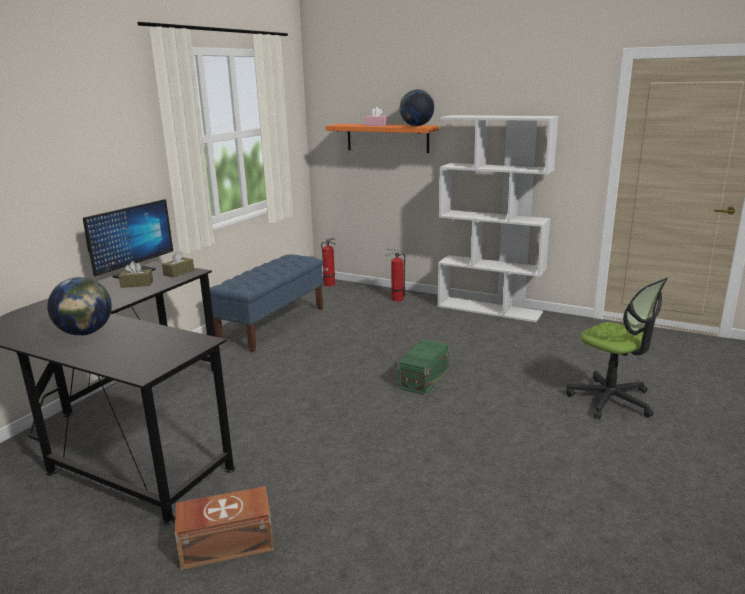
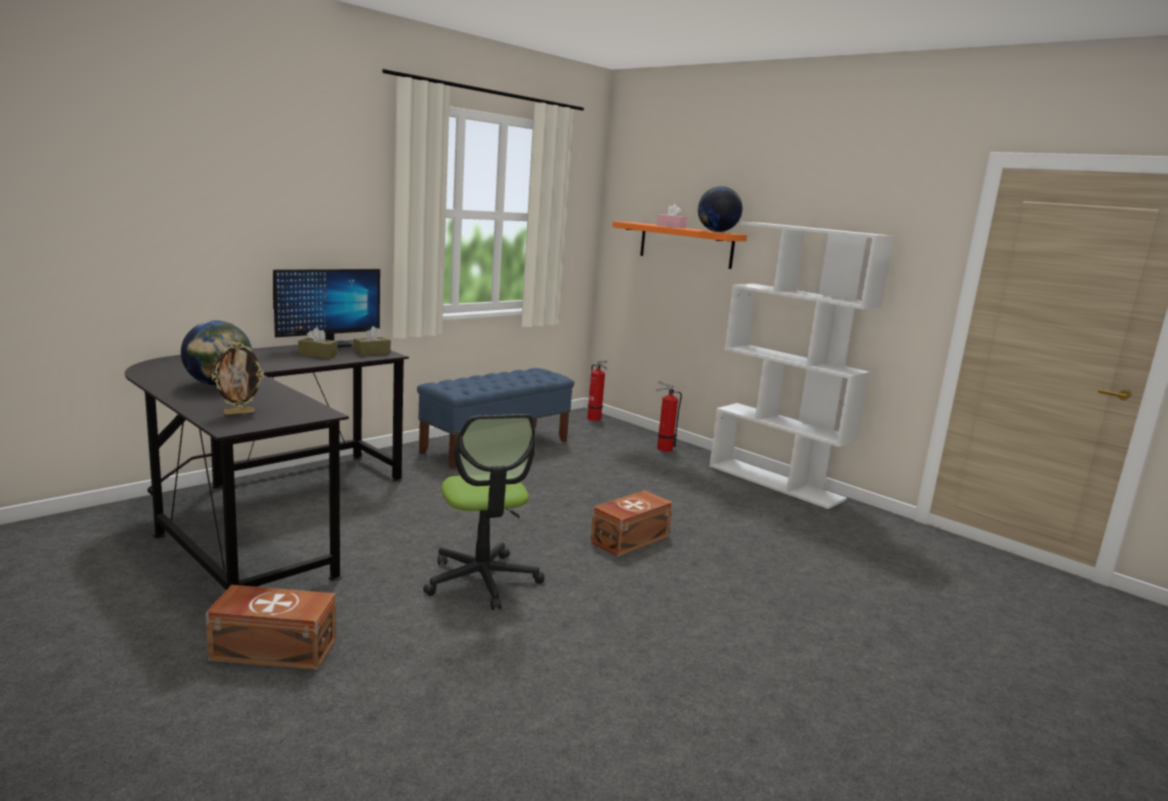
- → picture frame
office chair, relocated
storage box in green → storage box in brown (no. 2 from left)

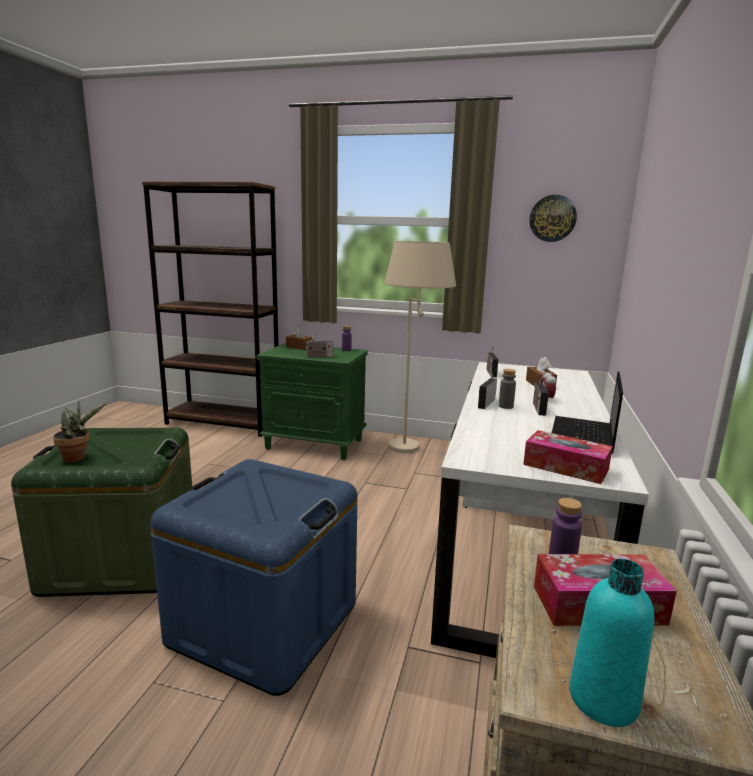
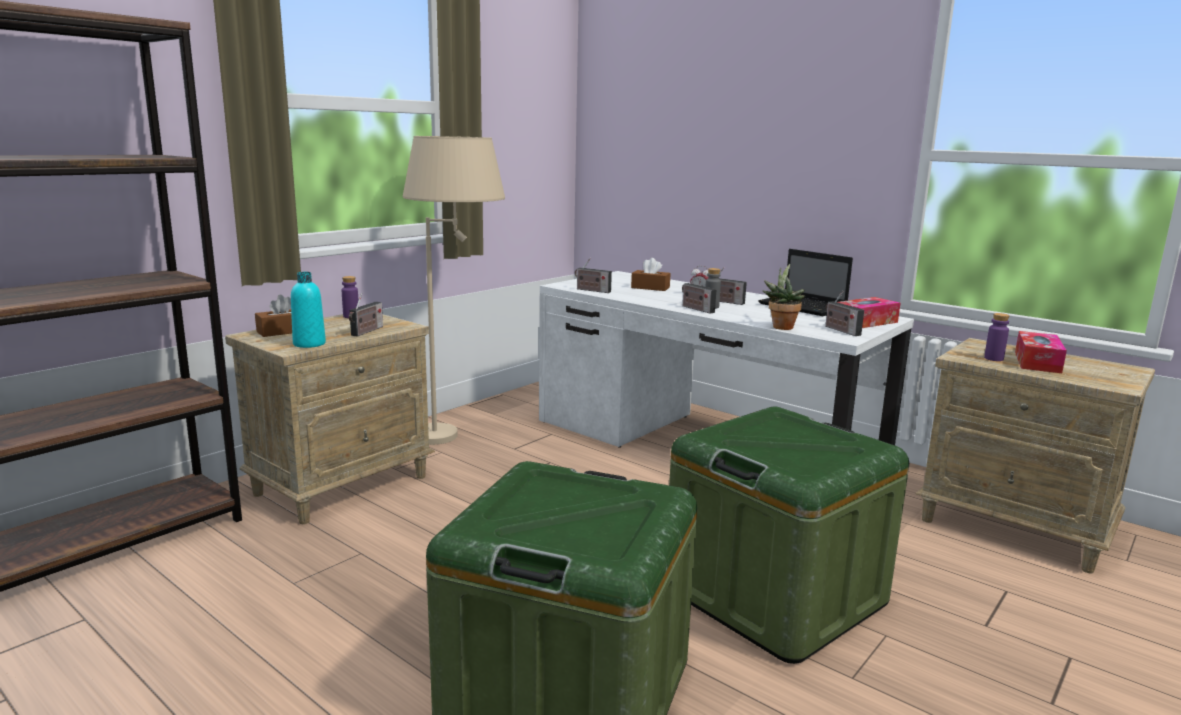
nightstand in green → nightstand in beige (no. 1 from left)
bottle in turquoise, relocated
storage box in blue → storage box in green (no. 2 from left)
potted plant, relocated
- → radio (no. 5 from left)
wall clock → -

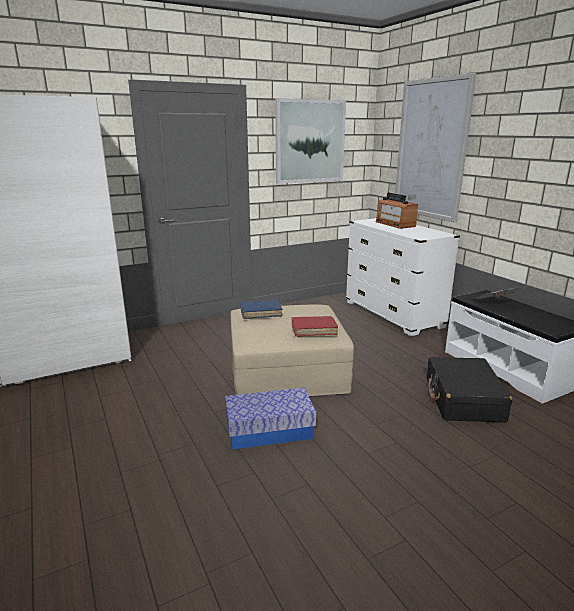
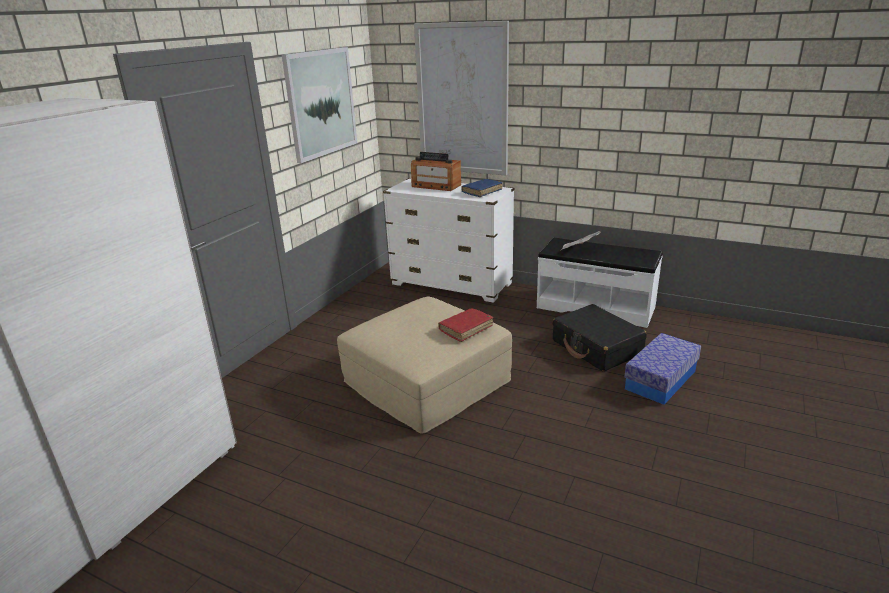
book in blue, relocated
storage box, relocated

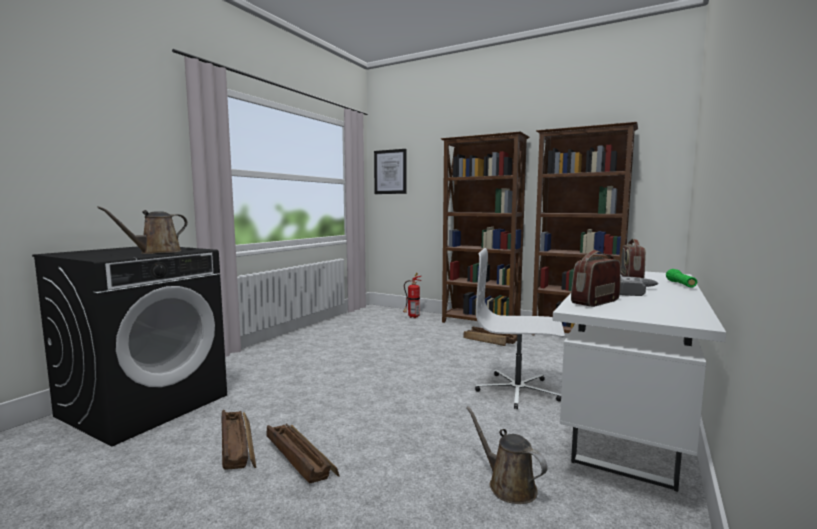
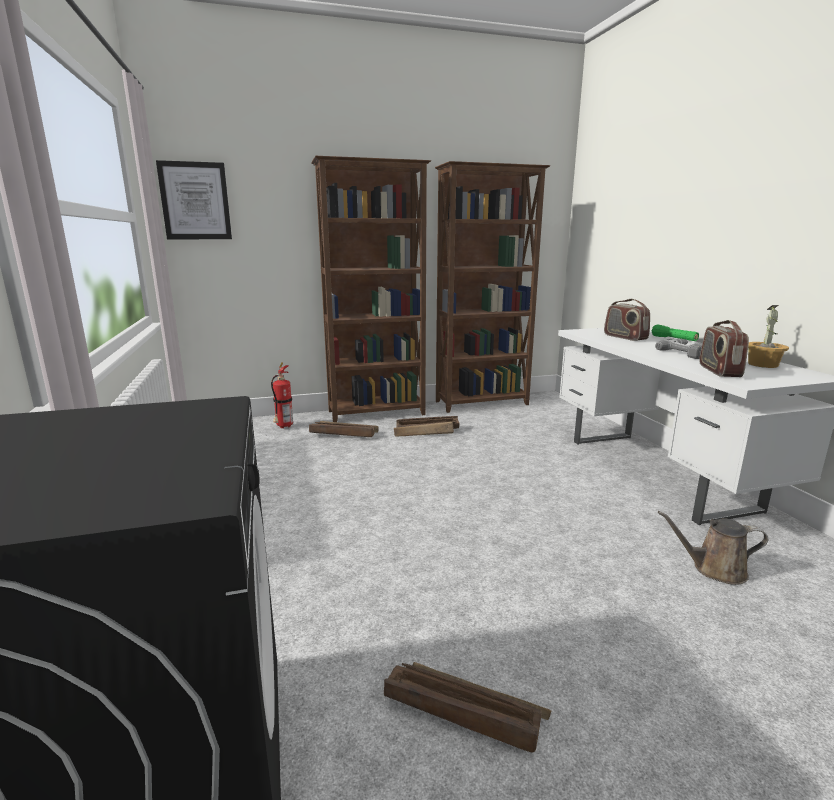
crate (no. 2 from left in the first image) → crate (no. 1 from left), relocated
- → potted plant
watering can in brown (no. 1 from left) → -
office chair in white → -

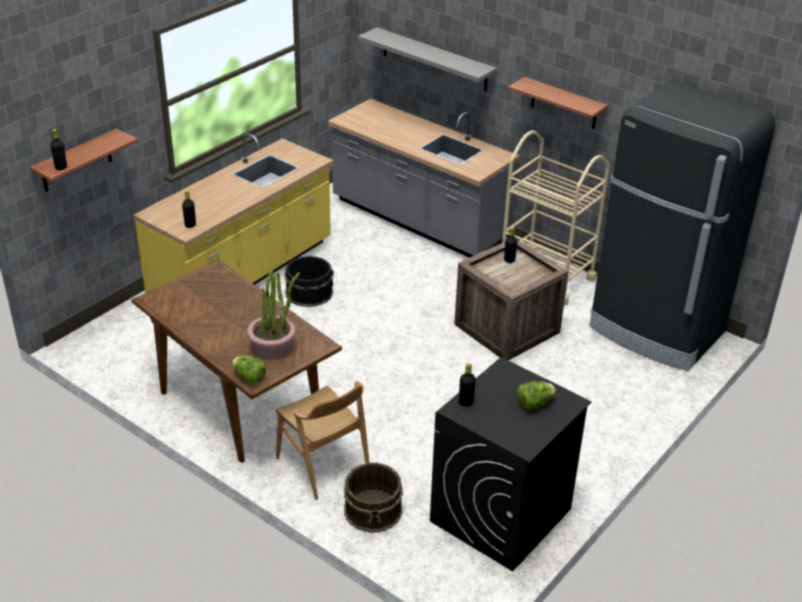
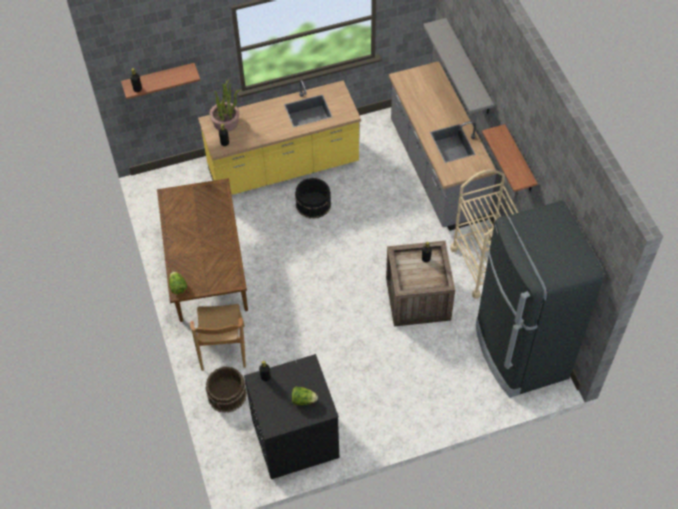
potted plant, relocated

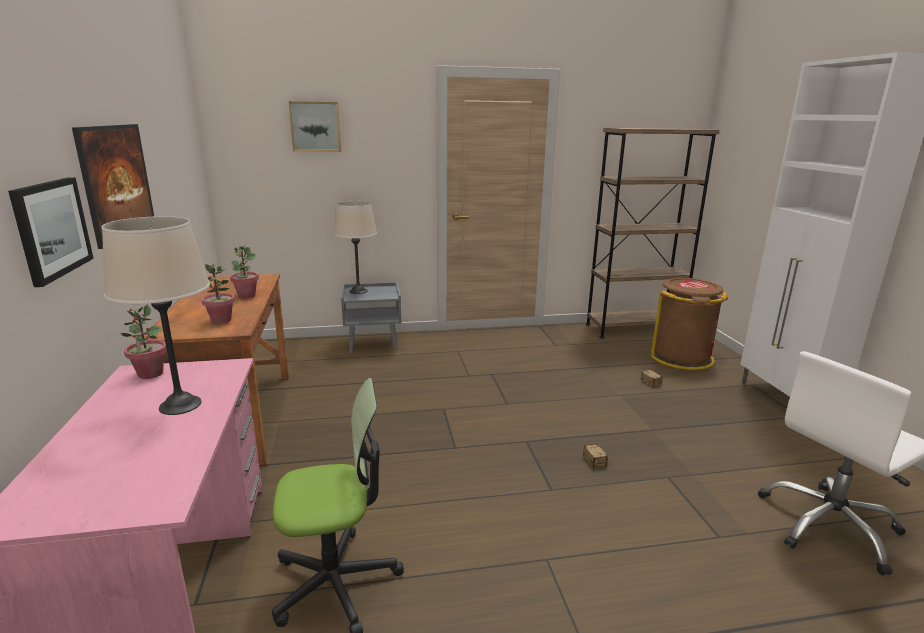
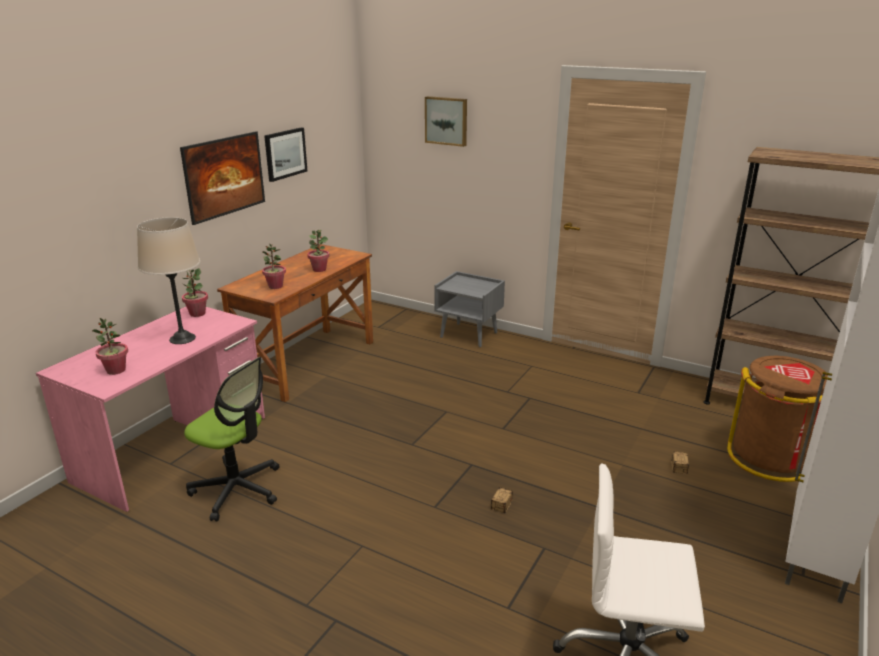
- → potted plant (no. 1 from left)
picture (no. 1 from left in the first image) → picture (no. 2 from left), relocated
table lamp in beige (no. 2 from left) → -

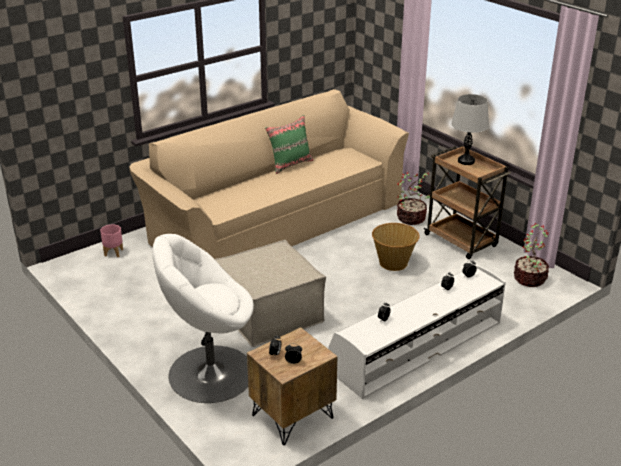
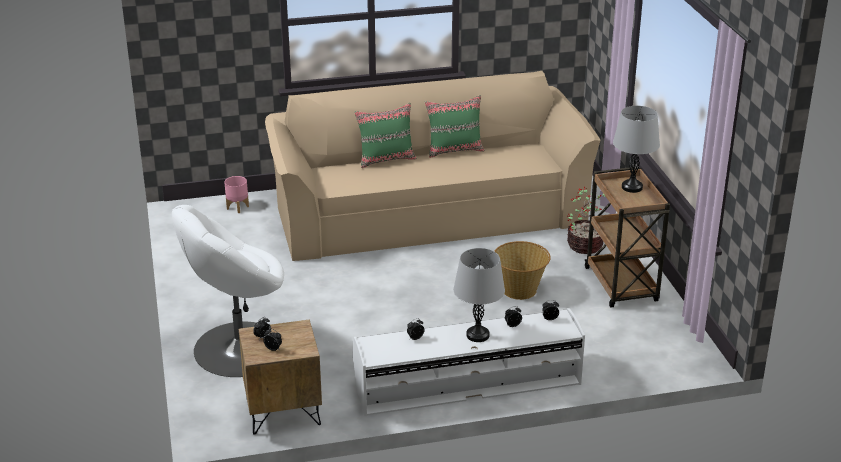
armchair in white, 45 degrees counterclockwise
- → pillow in green (no. 1 from left)
- → table lamp in grey (no. 1 from left)
ottoman in beige → -
potted plant (no. 2 from left) → -

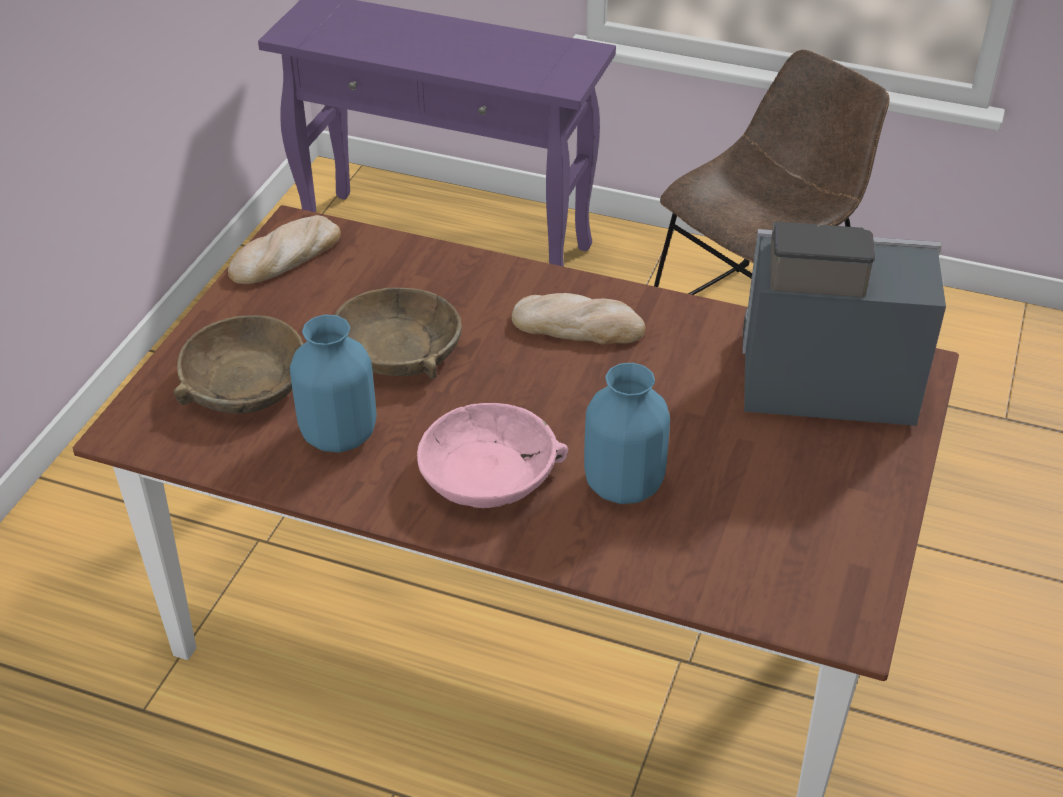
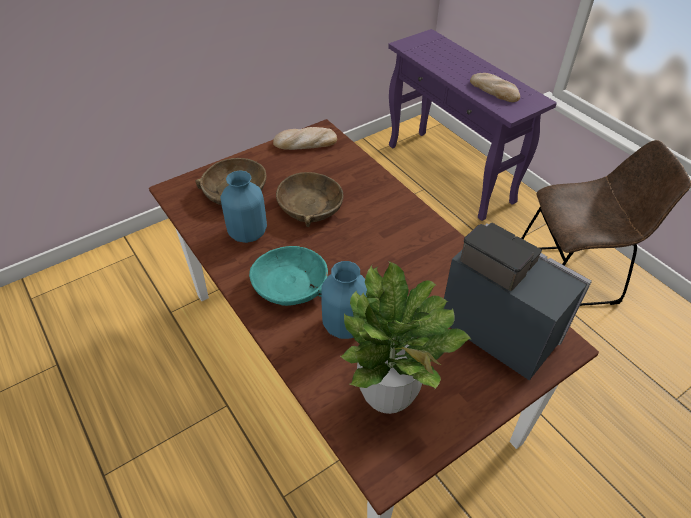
bowl in pink → bowl in turquoise
- → potted plant
bread (no. 2 from left), relocated

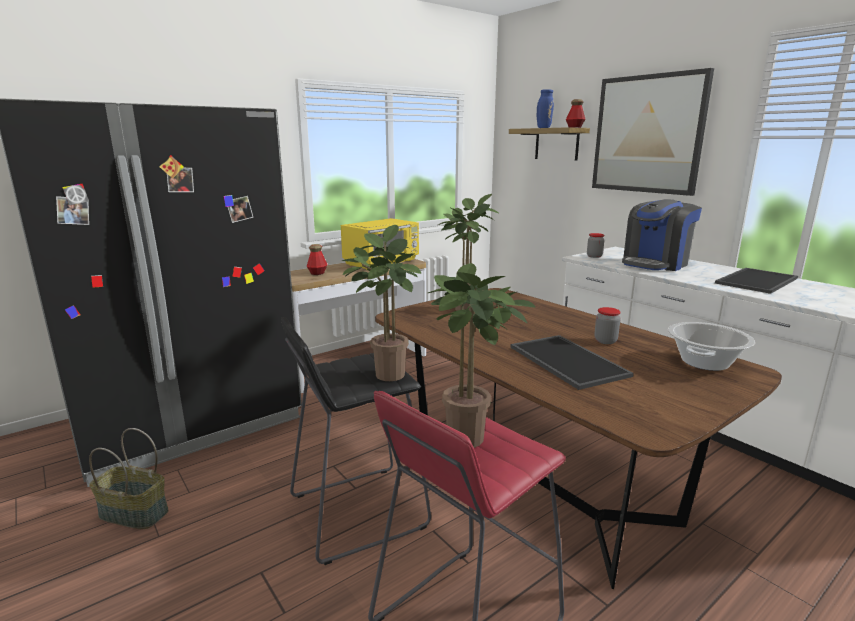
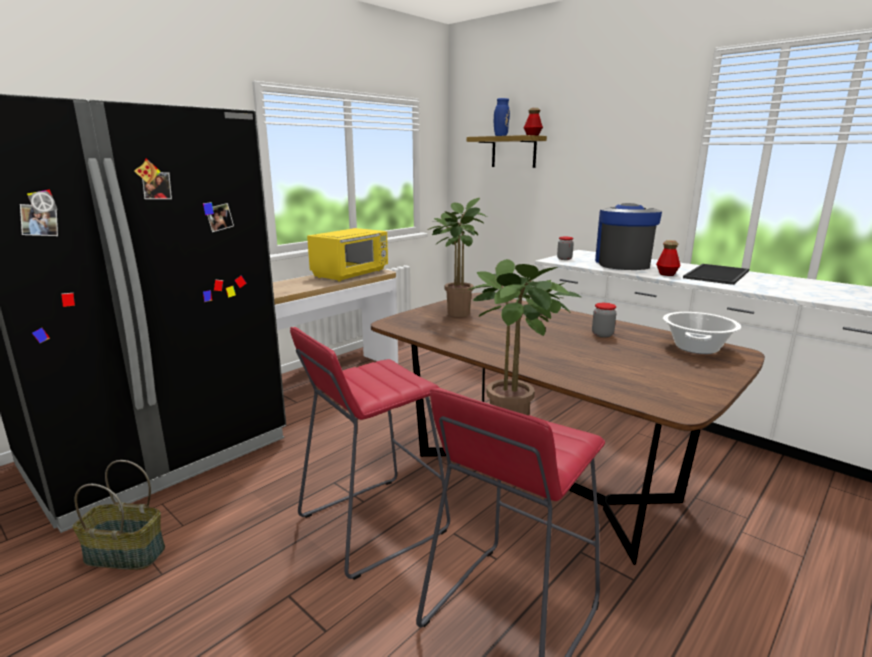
stool in black → stool in red (no. 1 from left)
coffee machine, 150 degrees clockwise
bottle (no. 1 from left in the first image) → bottle (no. 2 from left), relocated
potted plant (no. 1 from left) → -
tray (no. 1 from left) → -
picture → -

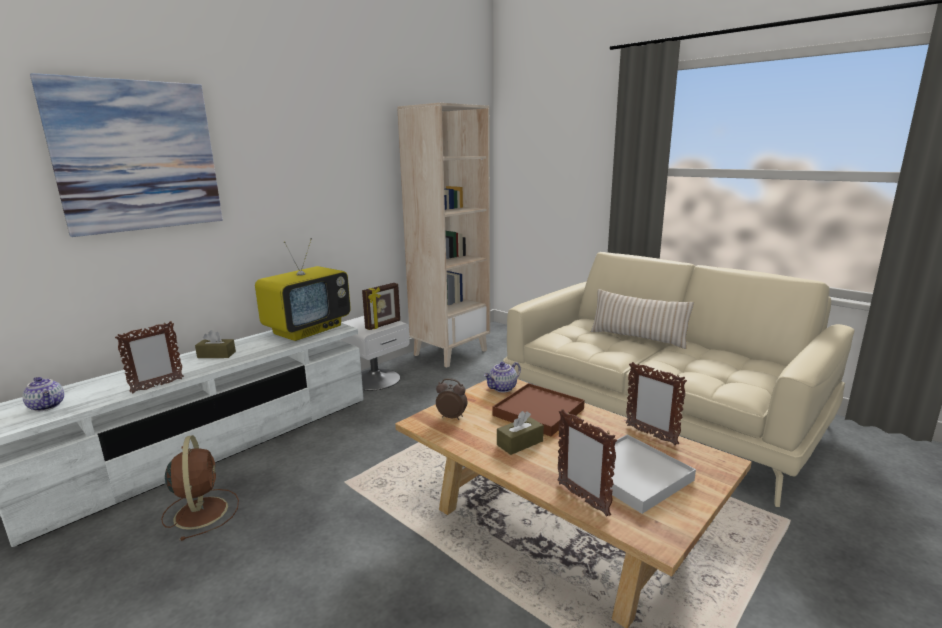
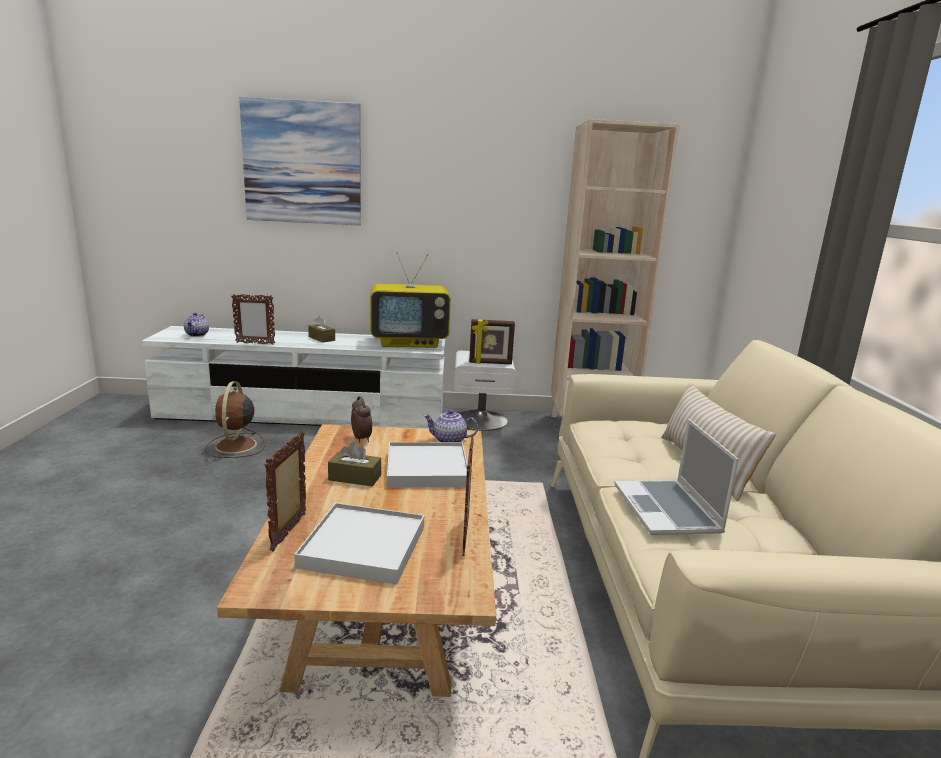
fan in brown, 150 degrees clockwise
tray in brown → tray in white (no. 2 from left)
- → laptop

